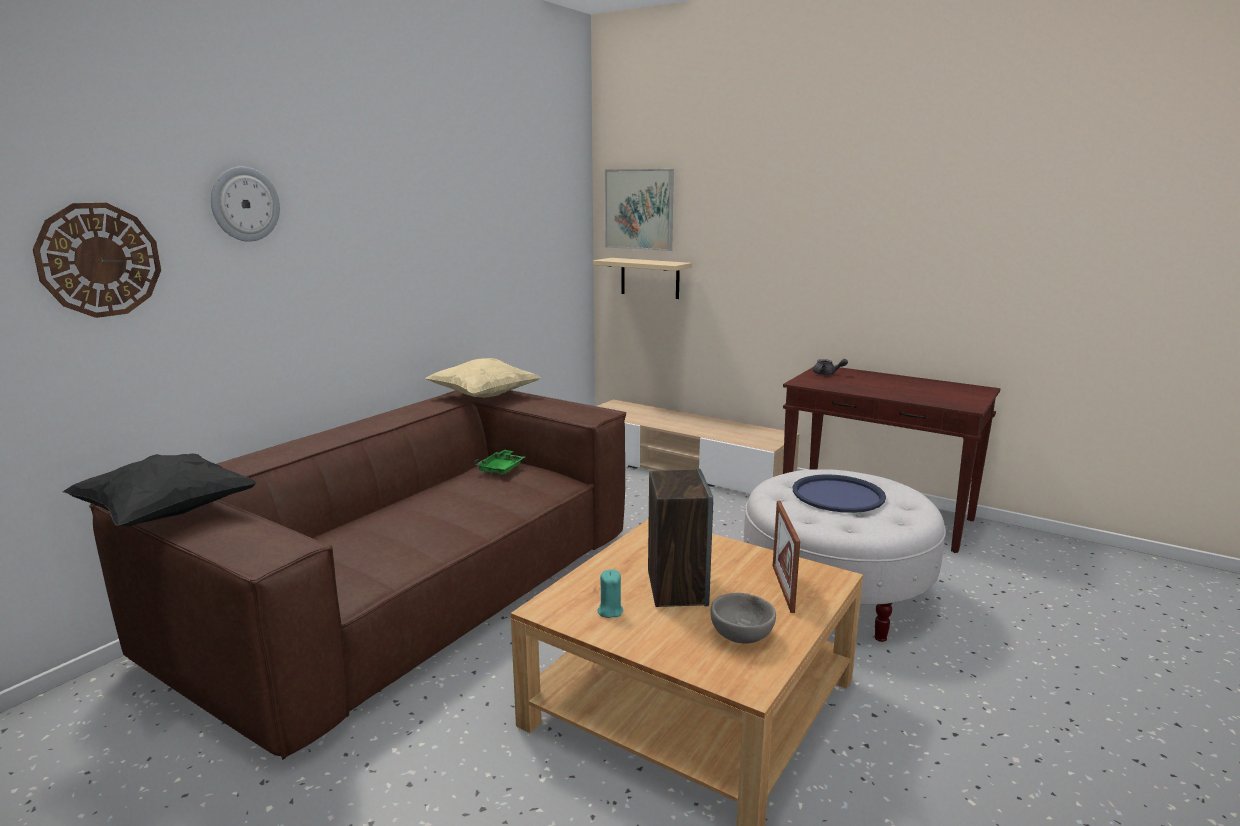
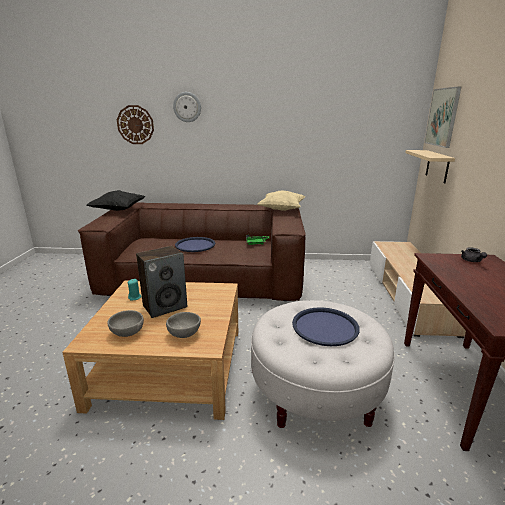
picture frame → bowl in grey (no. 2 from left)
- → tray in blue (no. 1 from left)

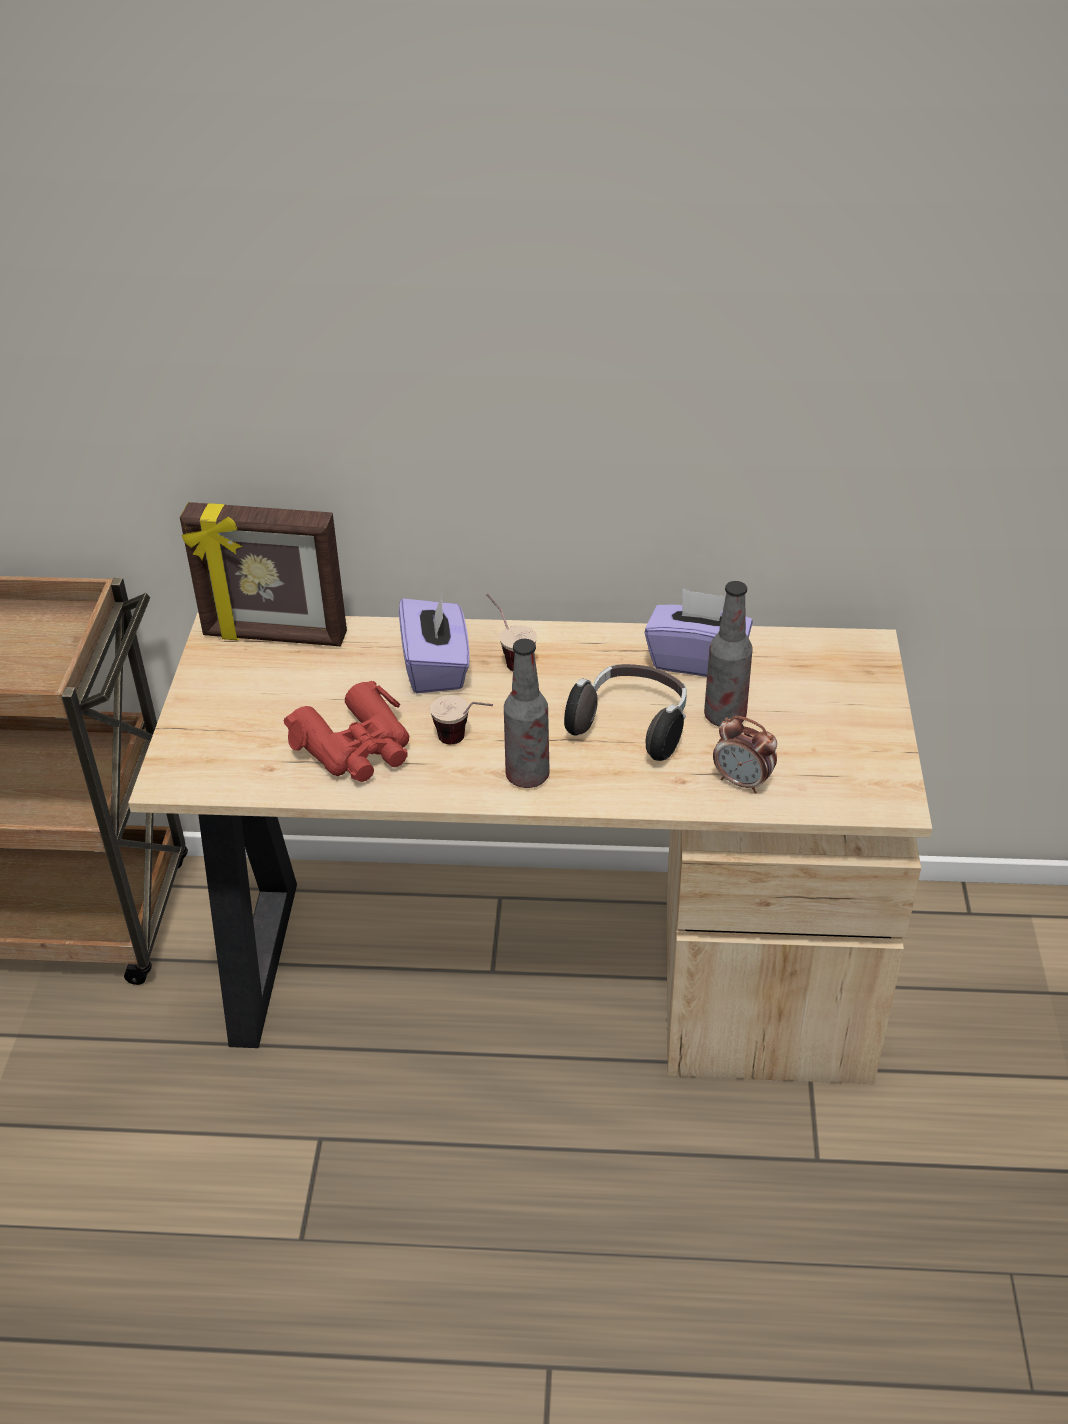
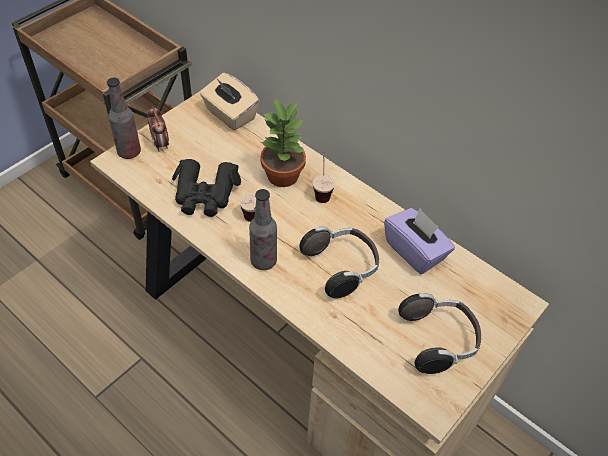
bottle (no. 2 from left in the first image) → bottle (no. 1 from left), relocated
alarm clock, relocated
binoculars in red → binoculars in black
picture frame → tissue box in beige
tissue box in purple (no. 1 from left) → potted plant
- → headphones (no. 2 from left)

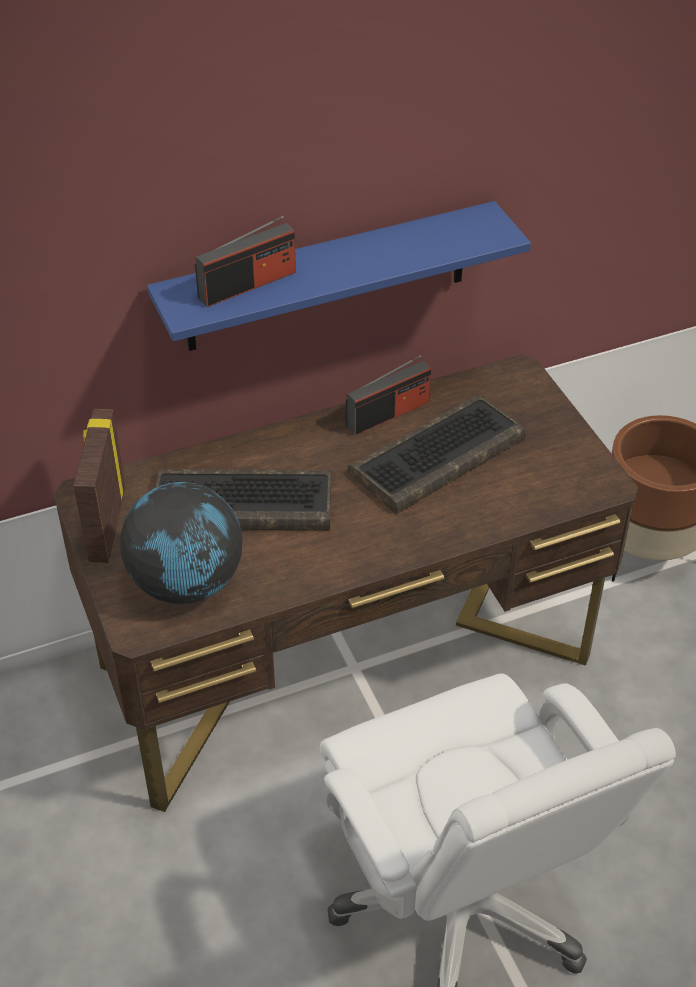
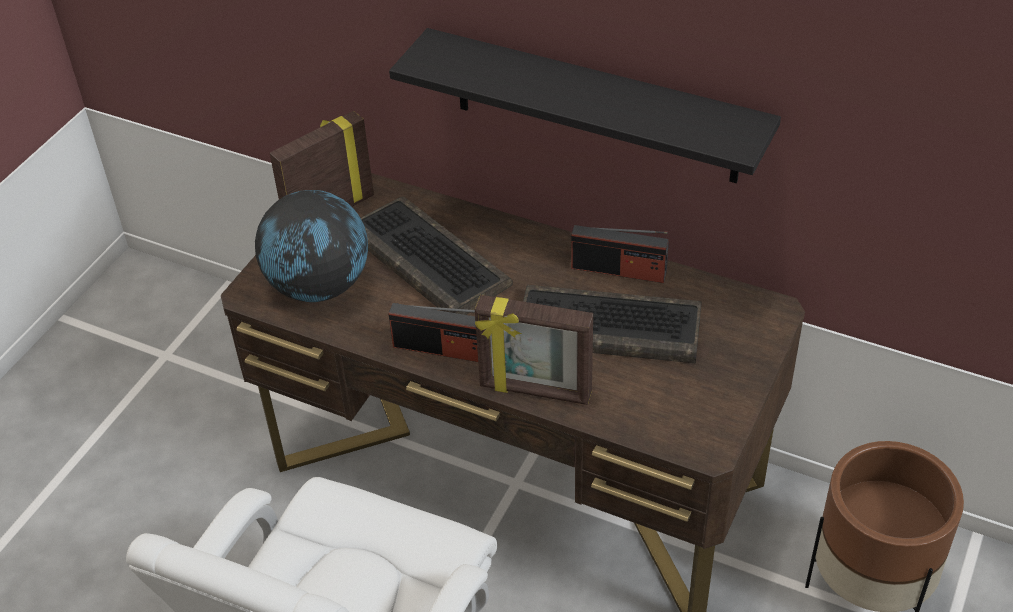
radio (no. 1 from left), relocated
shelf in blue → shelf in black
- → picture frame (no. 2 from left)

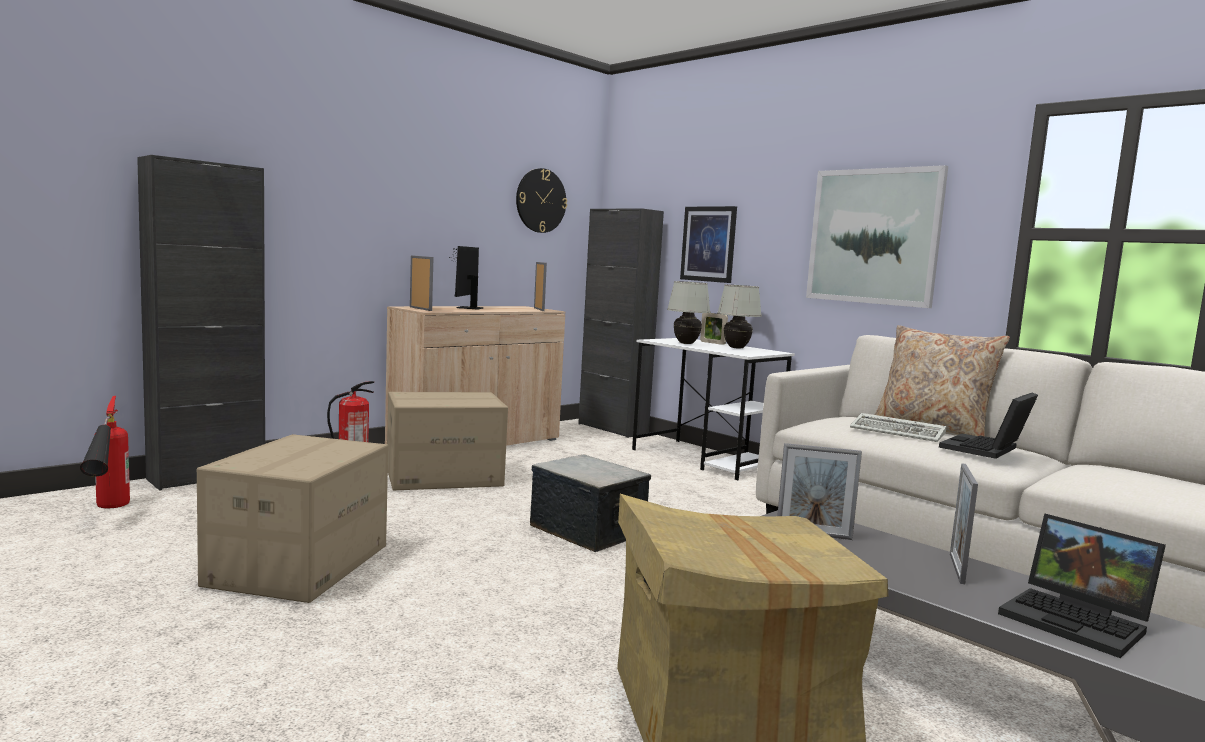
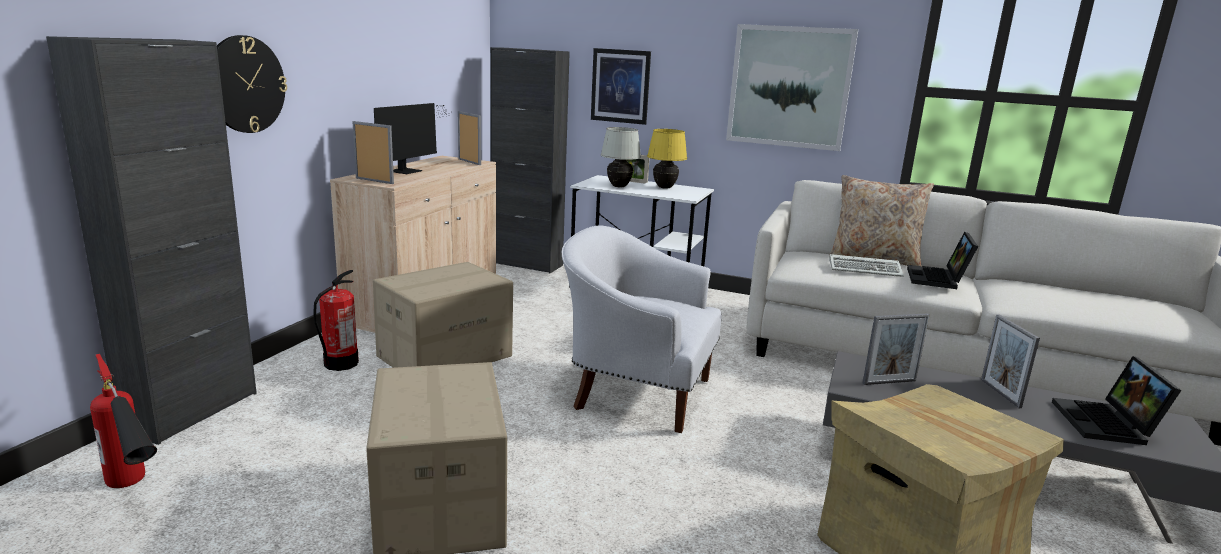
wall clock, relocated
monitor, 135 degrees counterclockwise
storage box → armchair in white
table lamp in white (no. 2 from left) → table lamp in yellow
laptop (no. 2 from left), 75 degrees clockwise

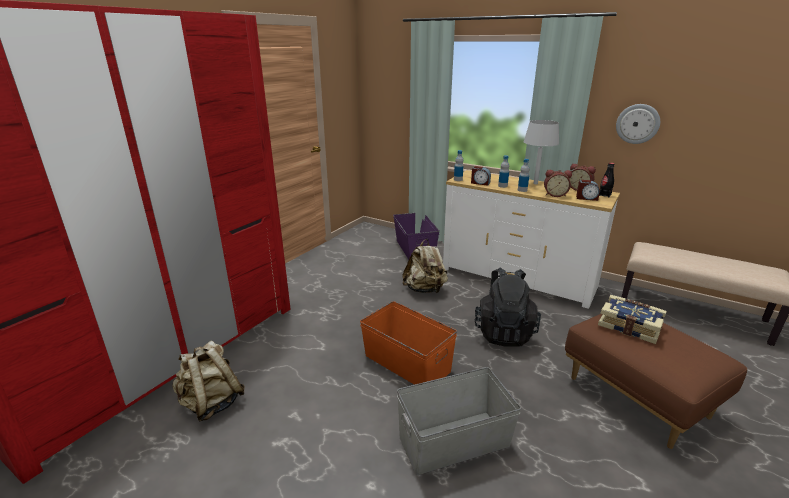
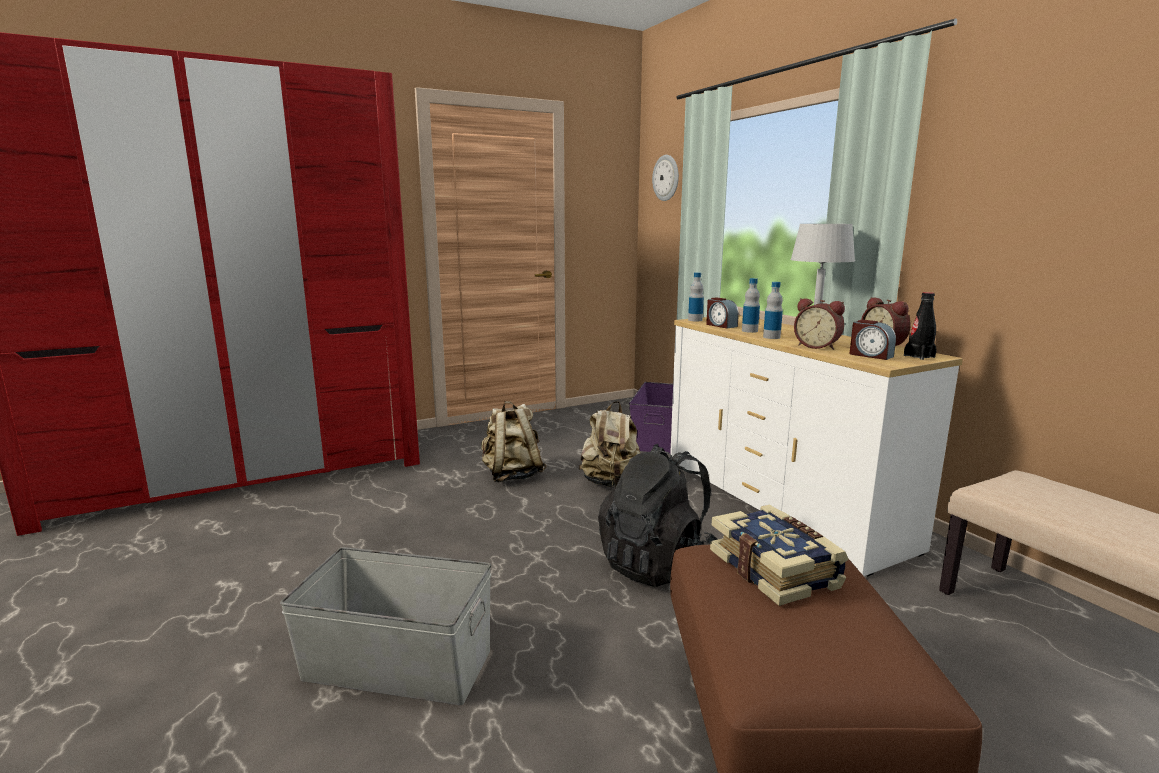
backpack in beige (no. 1 from left), relocated
wall clock, relocated
storage box in orange → -

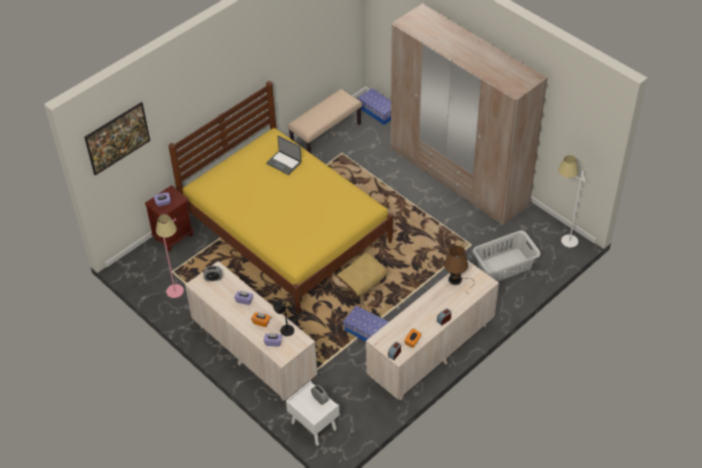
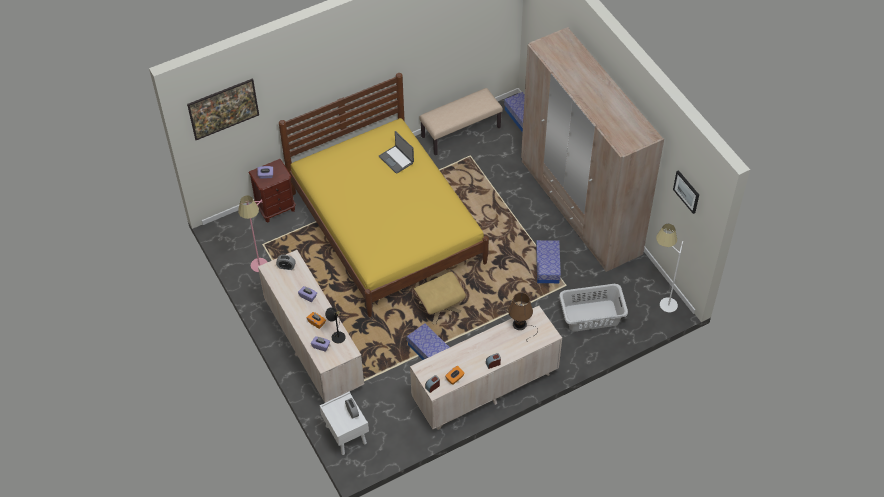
- → storage box (no. 3 from left)
- → picture (no. 2 from left)

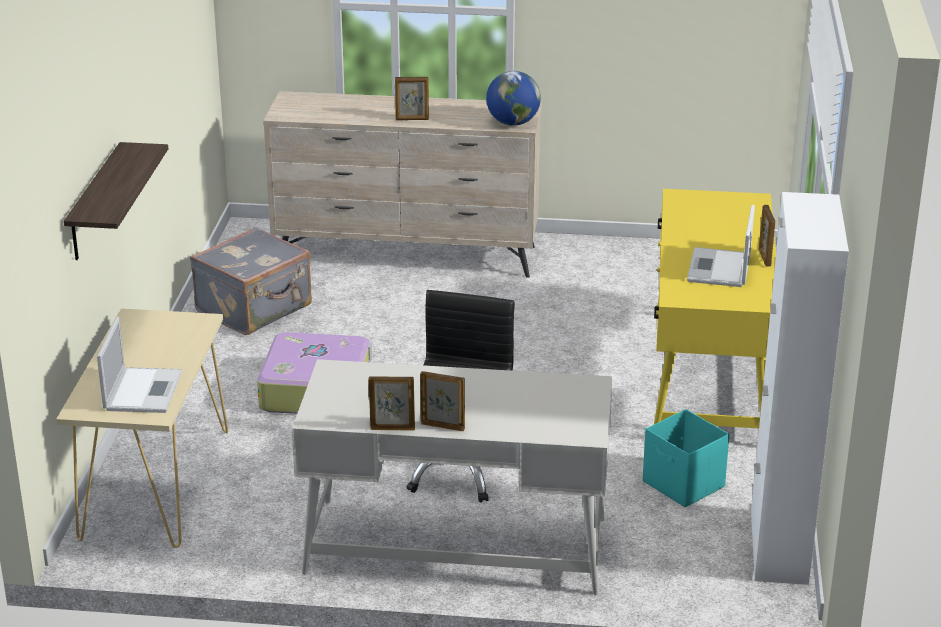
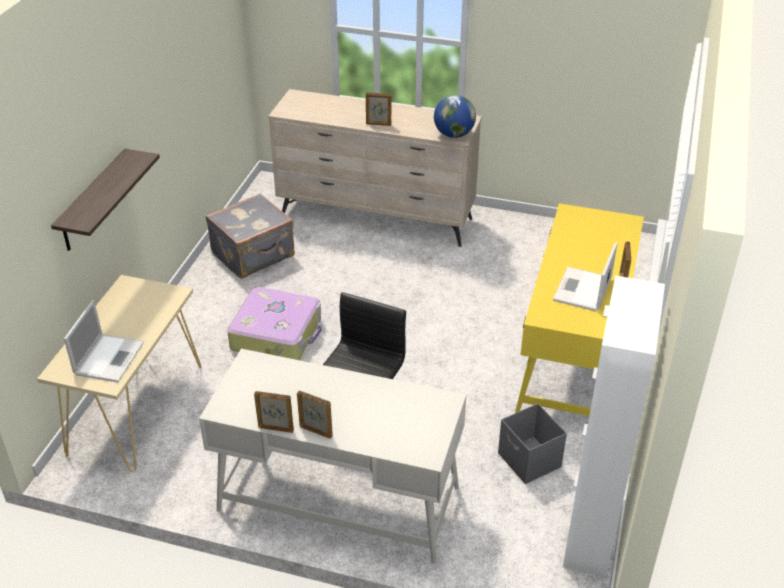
storage box in turquoise → storage box in grey

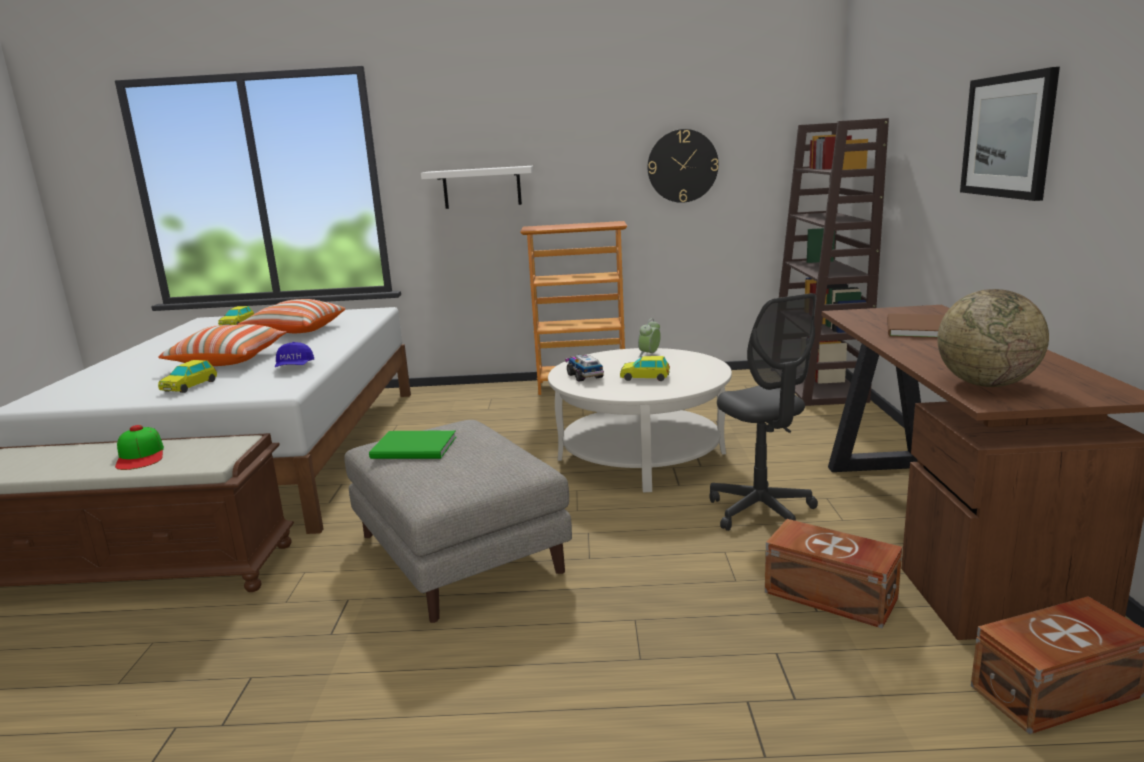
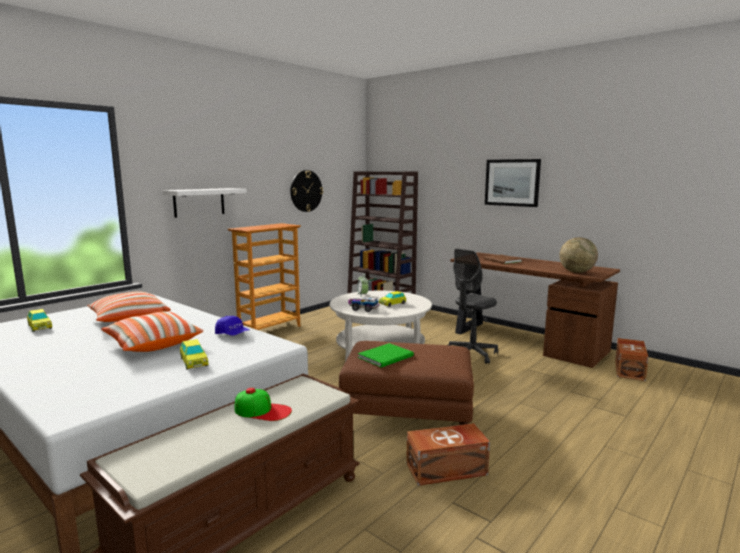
ottoman in grey → ottoman in brown
storage box in brown (no. 1 from left), relocated
office chair in grey, 120 degrees clockwise

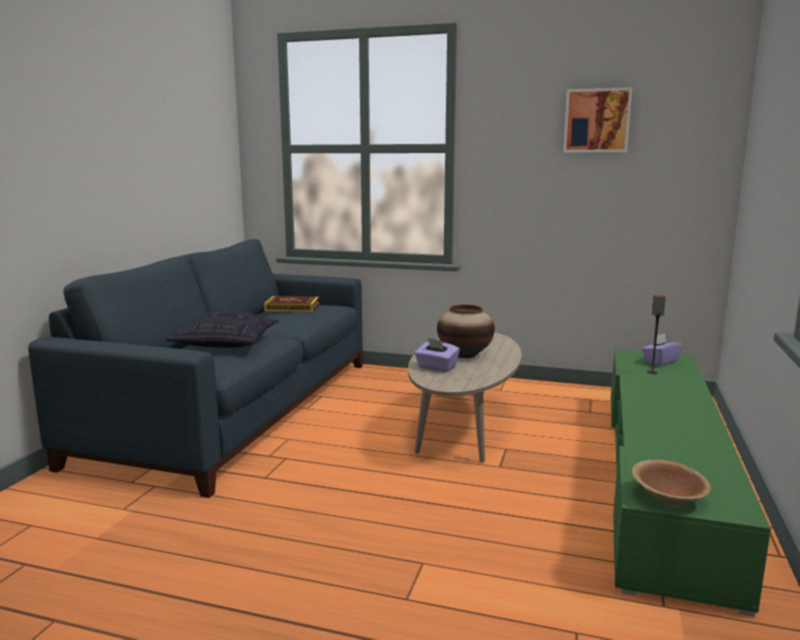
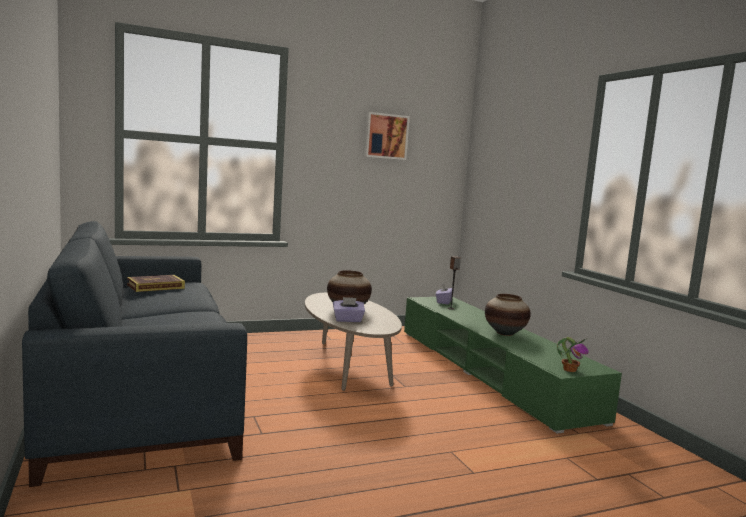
- → vase (no. 2 from left)
bowl in brown → potted plant
pillow → -

